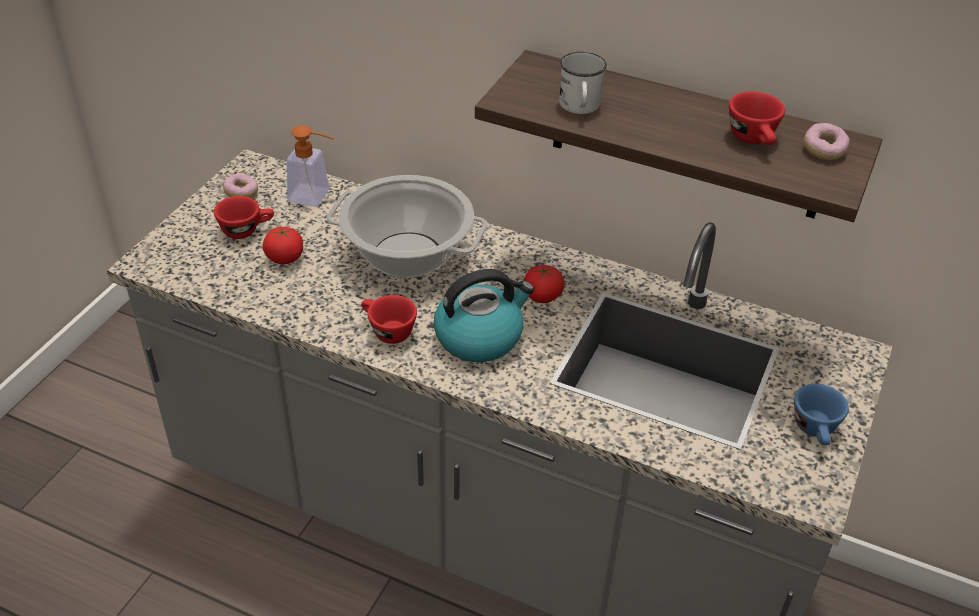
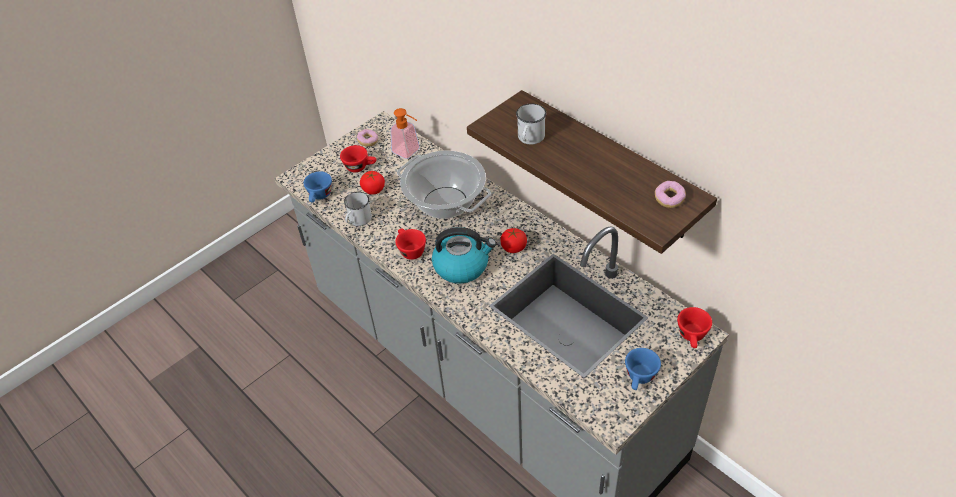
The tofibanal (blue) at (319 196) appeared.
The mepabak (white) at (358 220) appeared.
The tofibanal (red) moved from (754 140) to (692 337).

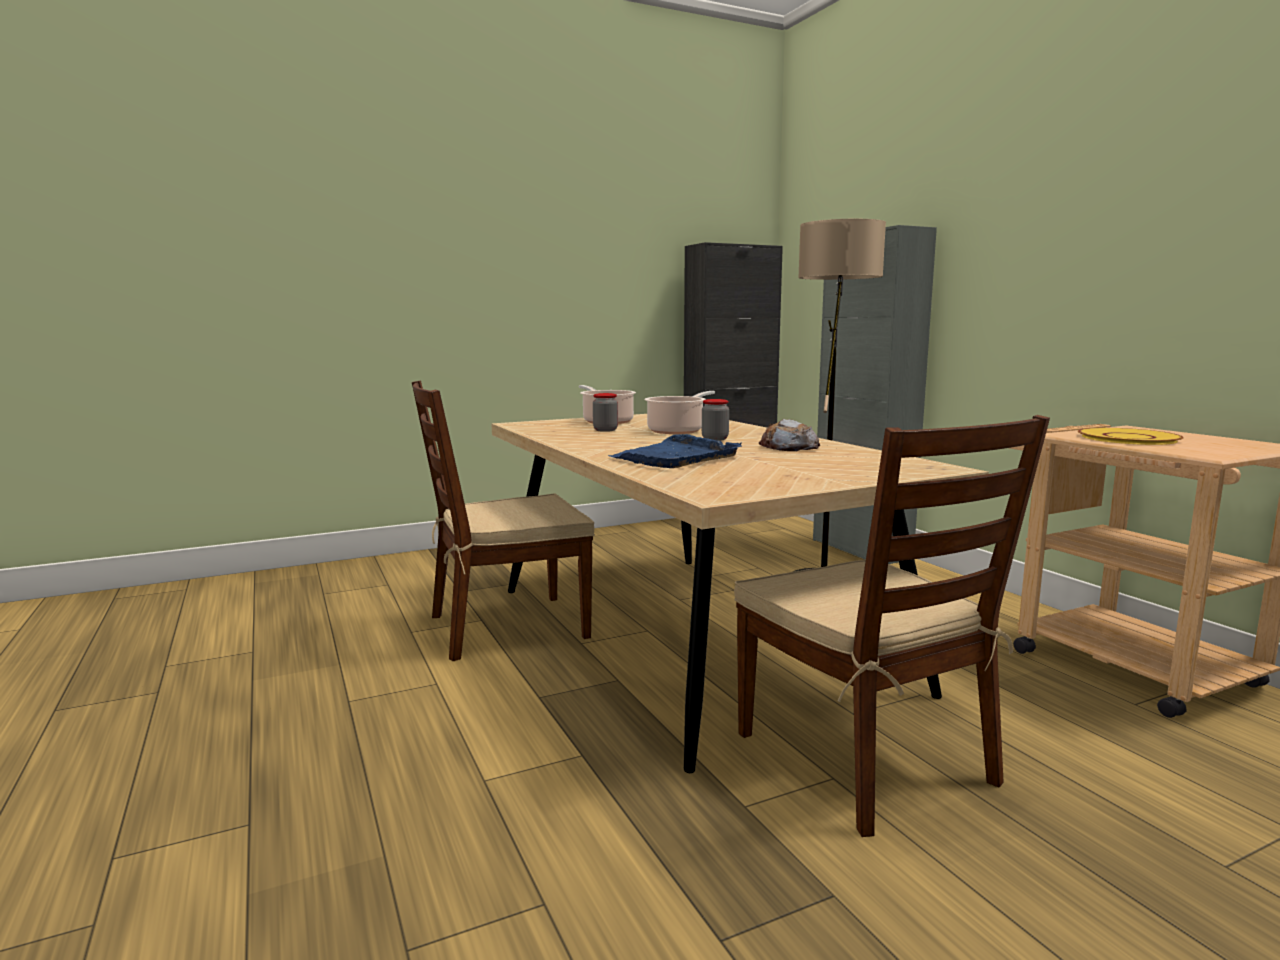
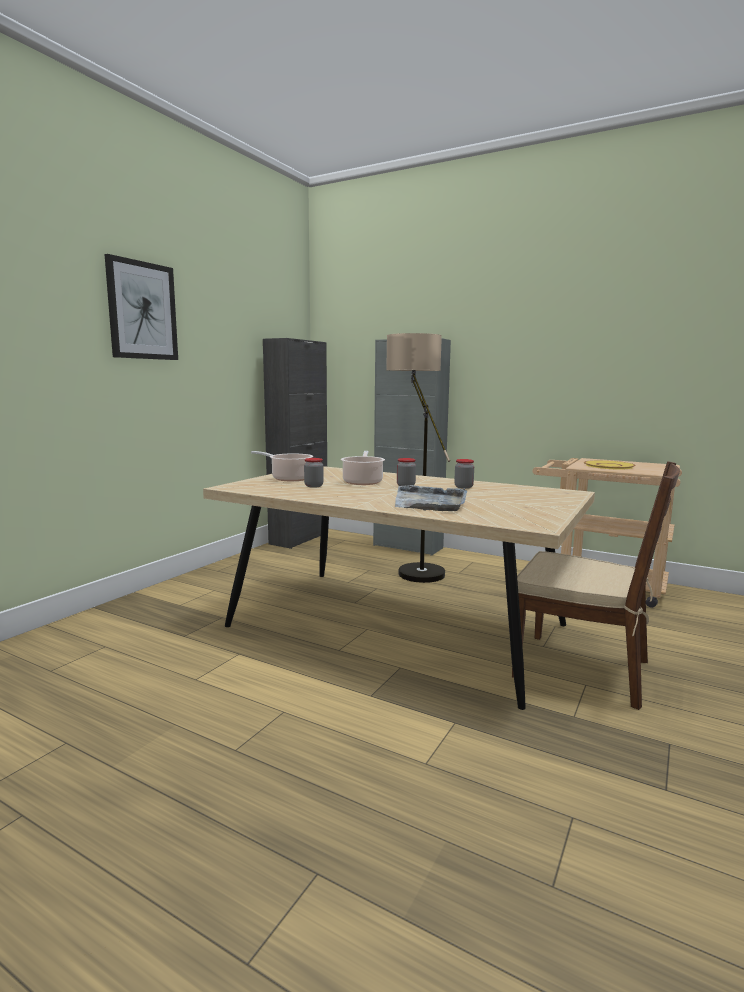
The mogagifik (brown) at (506 627) disappeared.
The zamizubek at (142 311) appeared.
The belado at (788 447) was replaced by the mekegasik at (463 487).
The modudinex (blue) at (675 457) became the modudinex (grey) at (430 502).

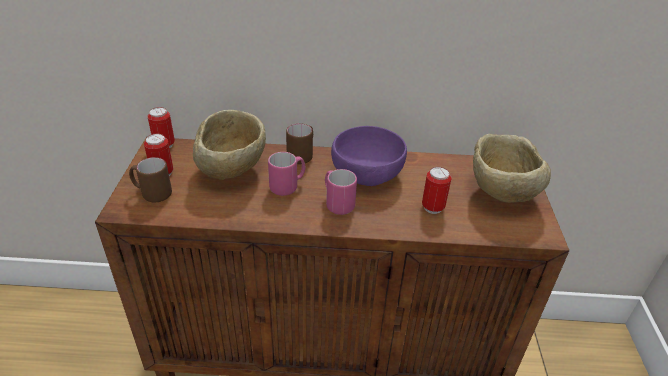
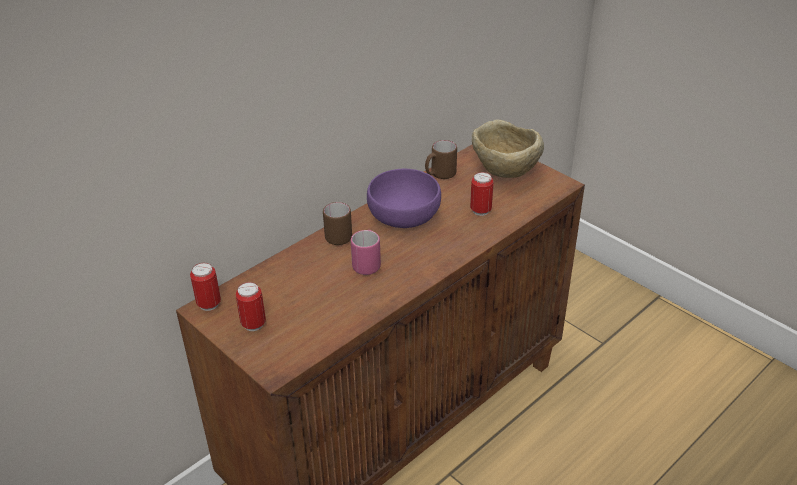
The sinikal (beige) at (232 171) disappeared.
The mepabak (pink) at (337 203) disappeared.
The mepabak (brown) moved from (152 194) to (439 175).

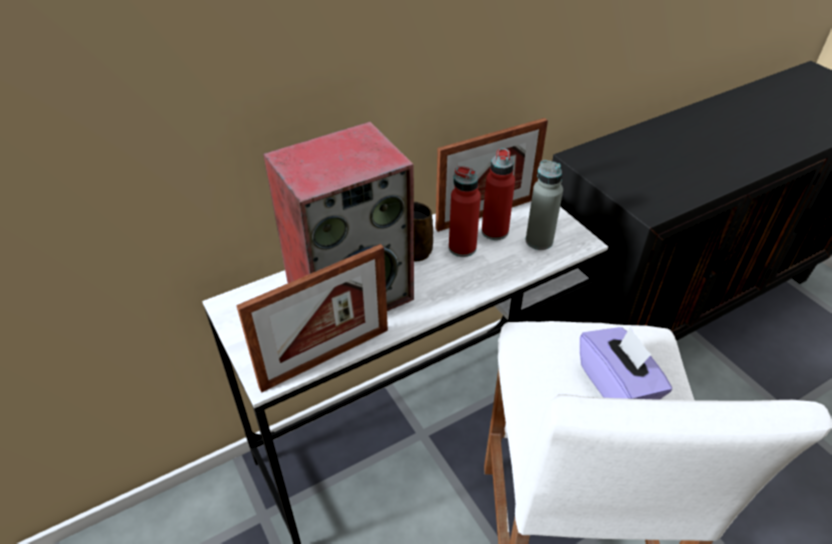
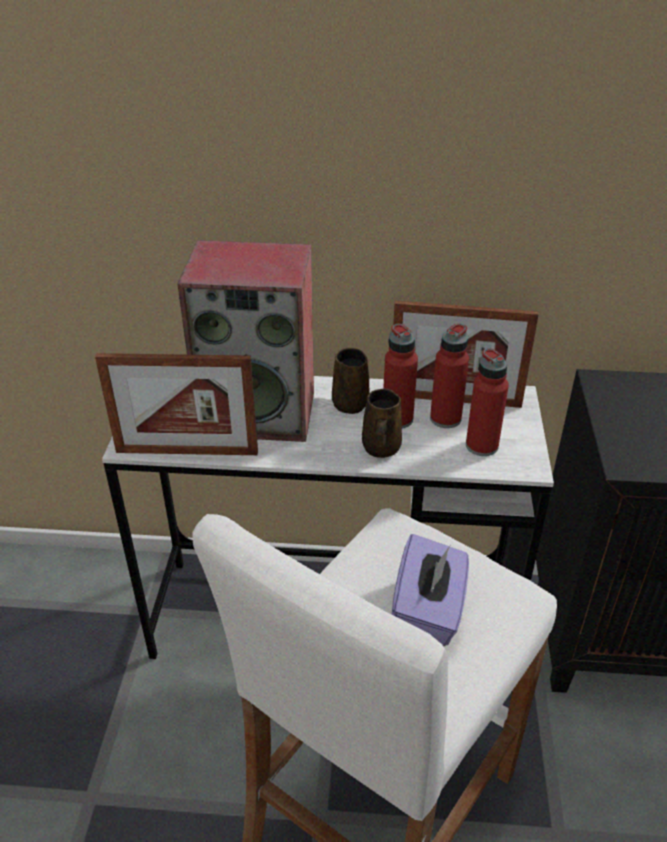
The mepabak (brown) at (380 449) appeared.
The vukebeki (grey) at (539 241) became the vukebeki (red) at (481 446).

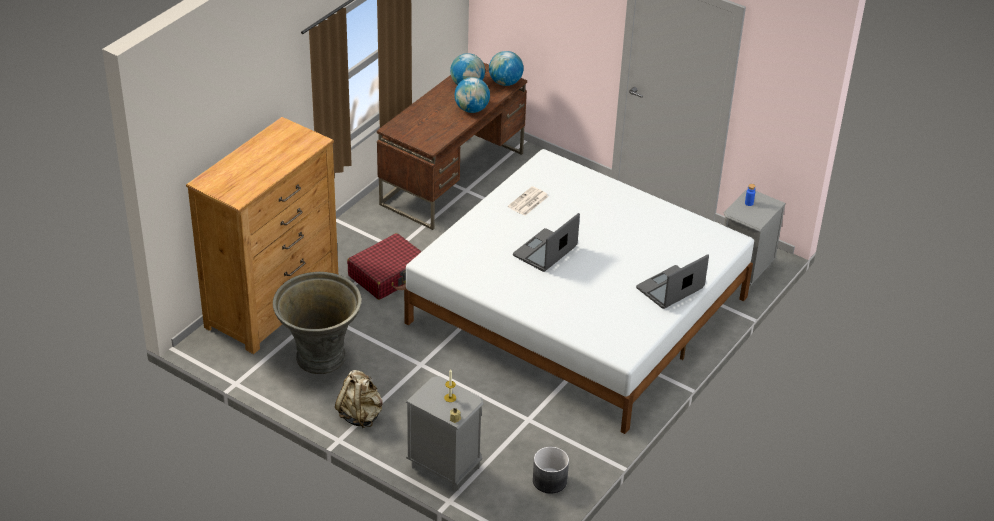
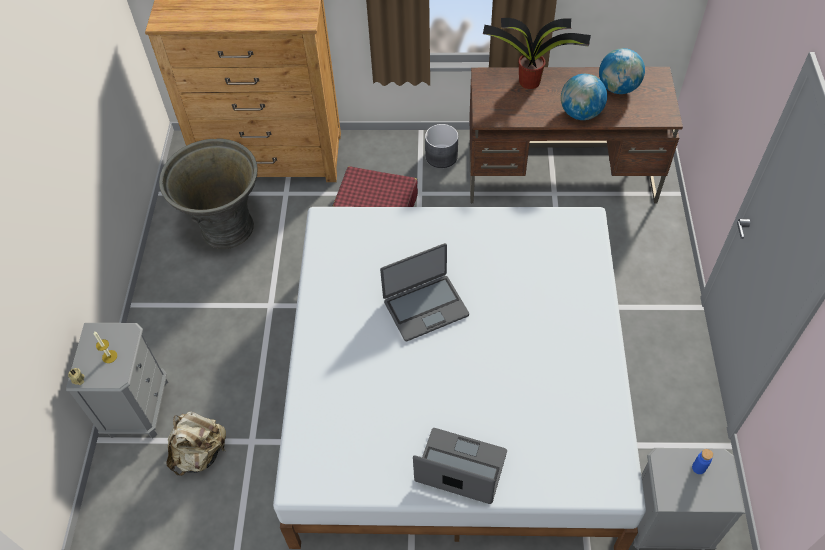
The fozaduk at (505 82) disappeared.
The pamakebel at (528 202) disappeared.
The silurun at (531 81) appeared.
The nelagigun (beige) moved from (360 415) to (200 453).
The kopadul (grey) moved from (550 480) to (442 156).
The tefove at (545 252) turned 150 degrees clockwise.

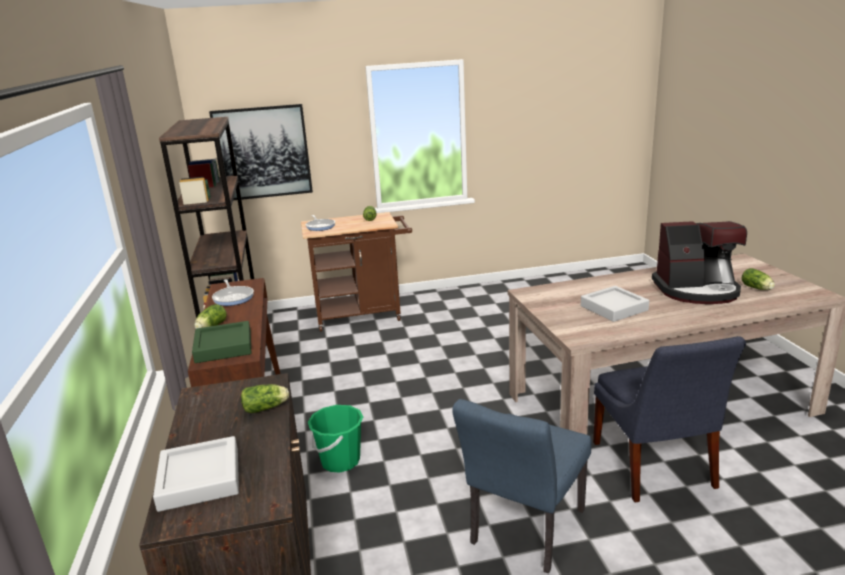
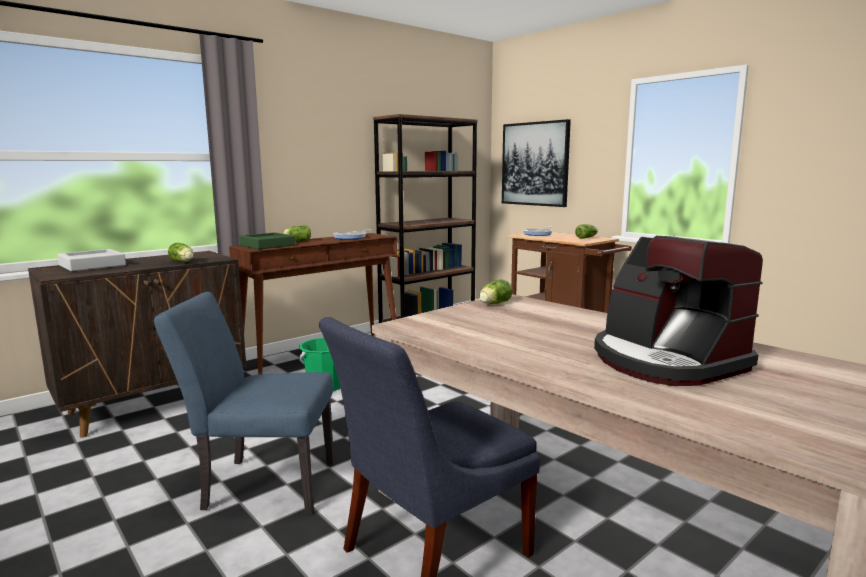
The modudinex (grey) at (614 308) disappeared.
The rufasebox moved from (757 288) to (493 304).

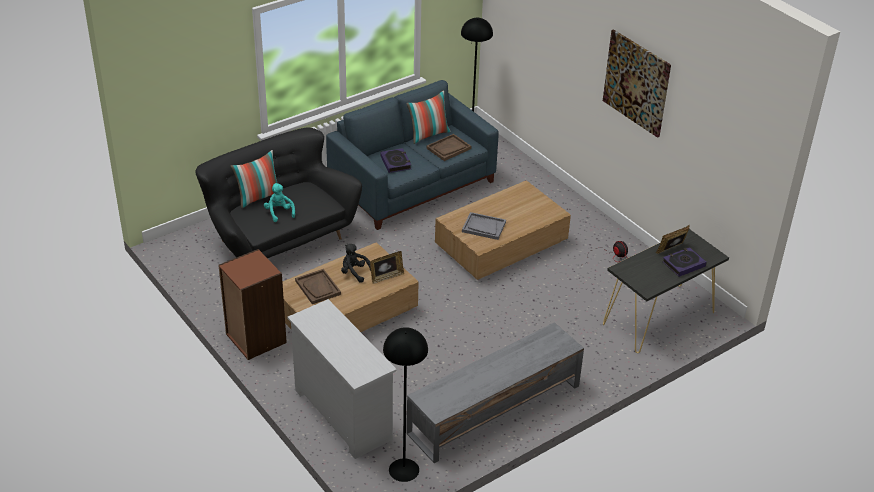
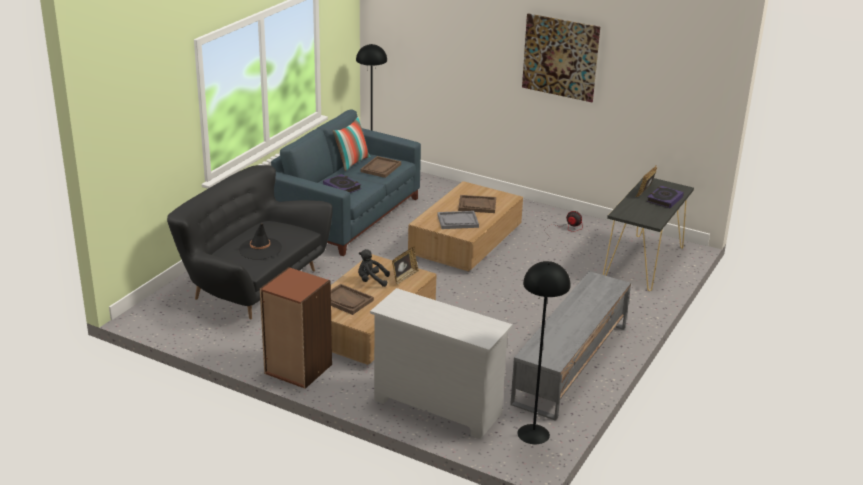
The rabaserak at (258 197) disappeared.
The modudinex (brown) at (477 205) appeared.
The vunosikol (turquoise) at (279 212) was replaced by the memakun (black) at (260 249).

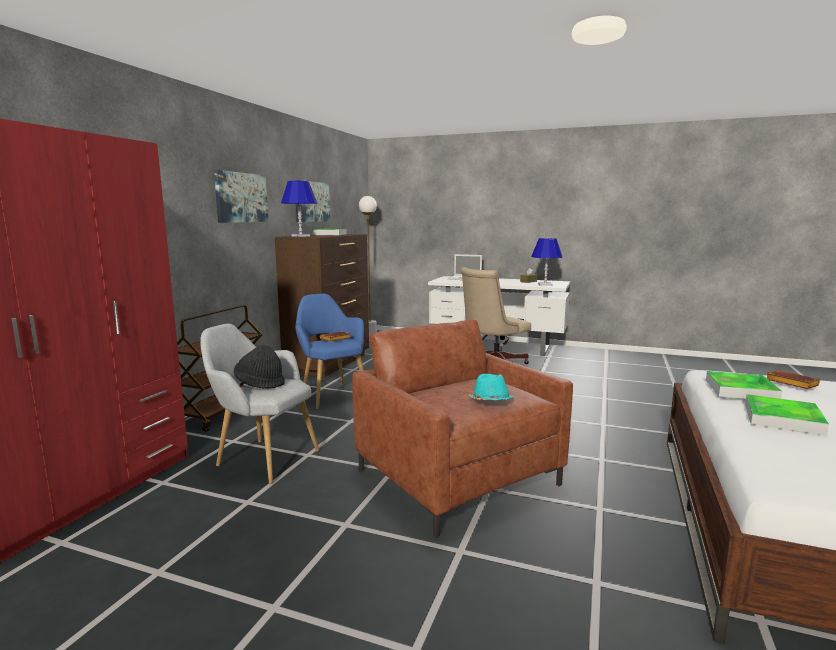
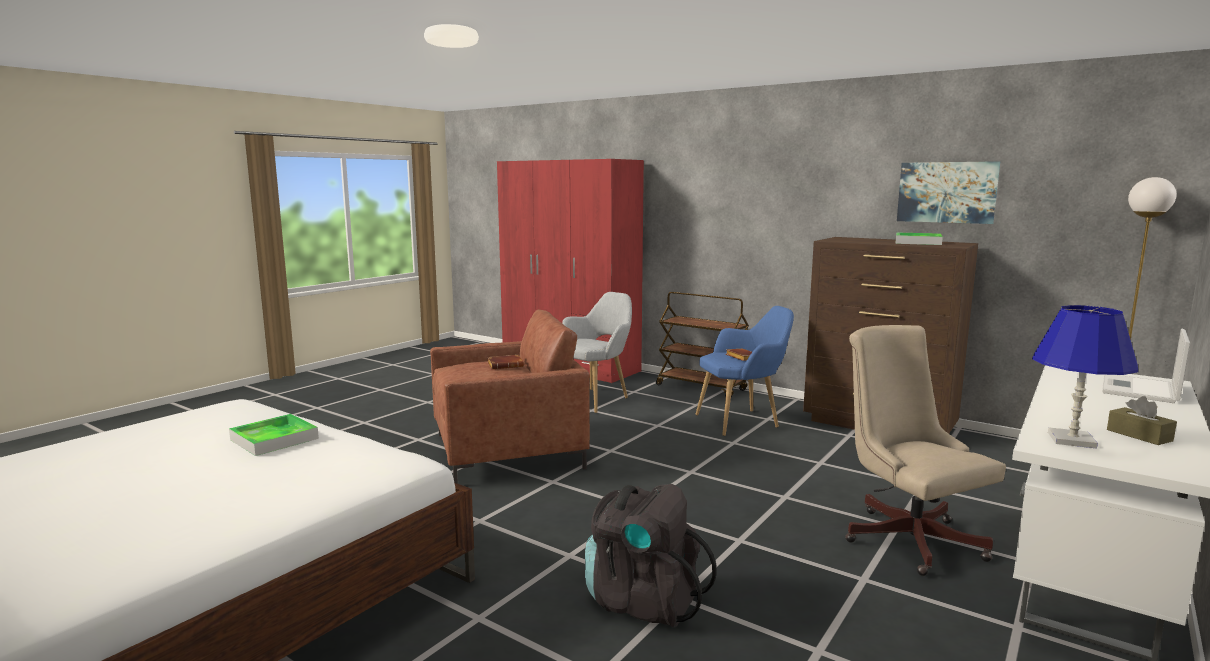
The zamizubek at (241 197) disappeared.
The memakun (black) at (260 384) disappeared.
The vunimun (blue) at (300 236) disappeared.
The memakun (turquoise) at (490 401) disappeared.
The modudinex at (740 390) disappeared.
The nelagigun (black) at (643 601) appeared.
The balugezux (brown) moved from (789 383) to (506 365).

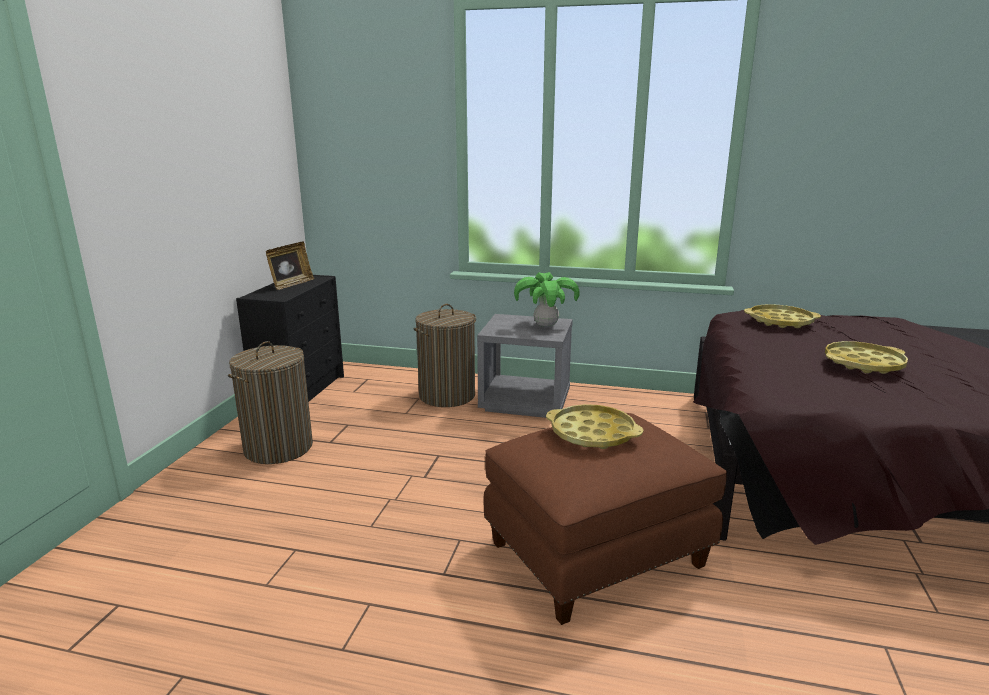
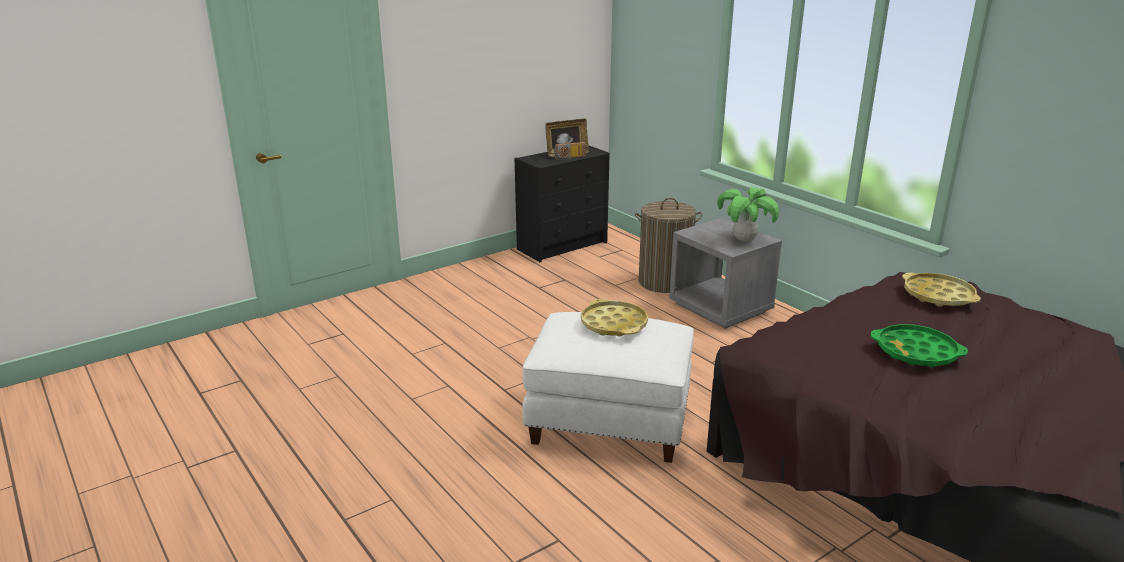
The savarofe at (278 448) disappeared.
The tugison at (570 158) appeared.
The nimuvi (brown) at (596 553) became the nimuvi (white) at (610 421).
The modudinex (yellow) at (863 363) became the modudinex (green) at (916 352).

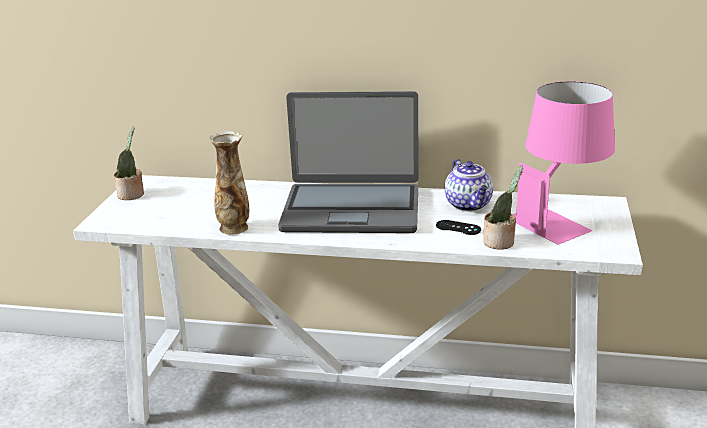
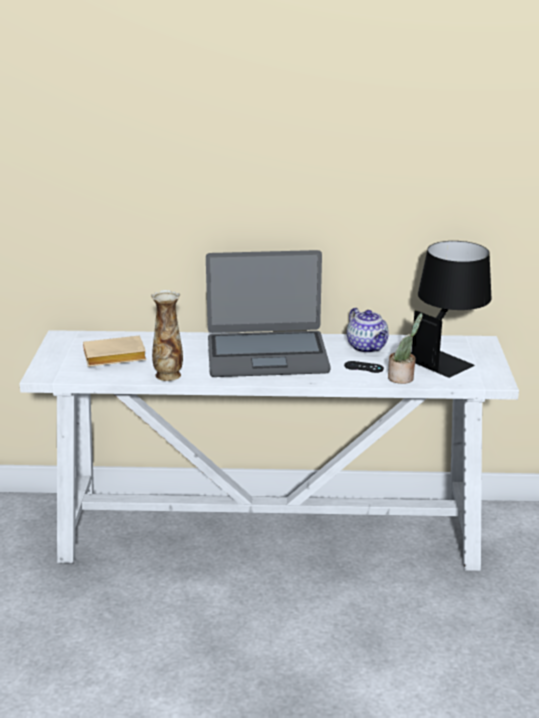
The silurun at (132 195) disappeared.
The balugezux (beige) at (113 358) appeared.
The vunimun (pink) at (559 219) became the vunimun (black) at (445 356).

